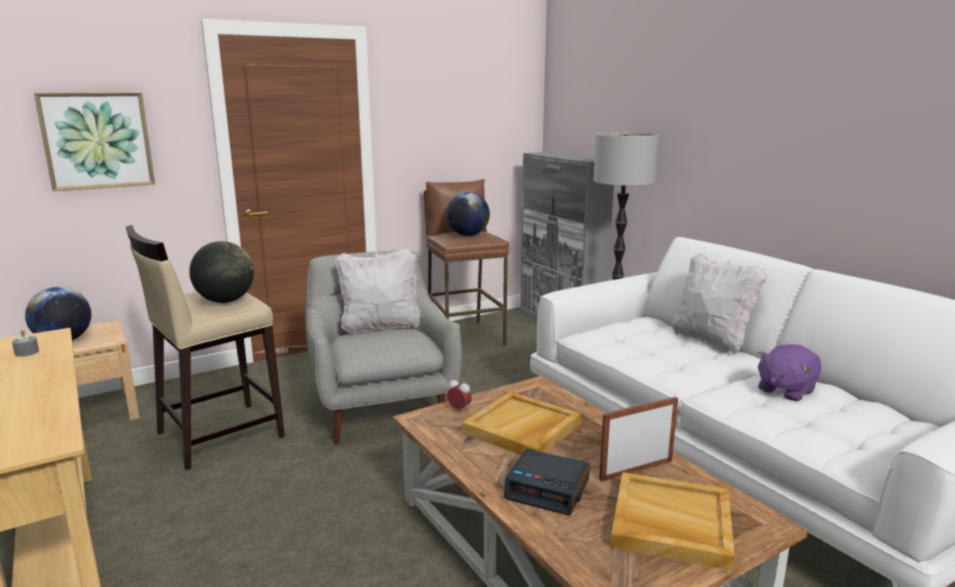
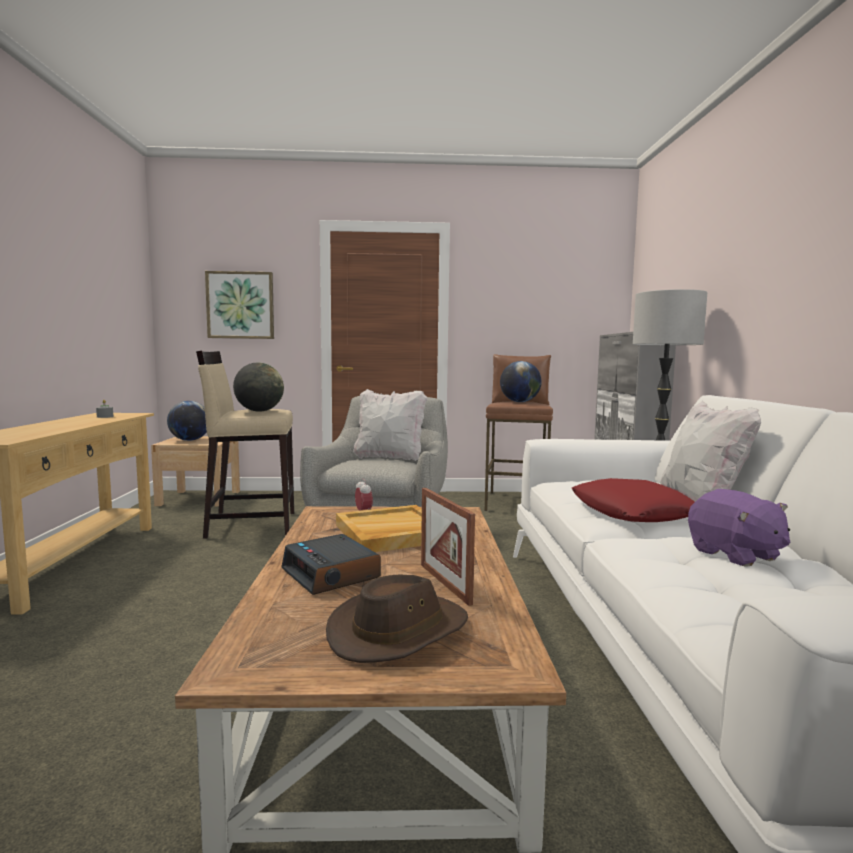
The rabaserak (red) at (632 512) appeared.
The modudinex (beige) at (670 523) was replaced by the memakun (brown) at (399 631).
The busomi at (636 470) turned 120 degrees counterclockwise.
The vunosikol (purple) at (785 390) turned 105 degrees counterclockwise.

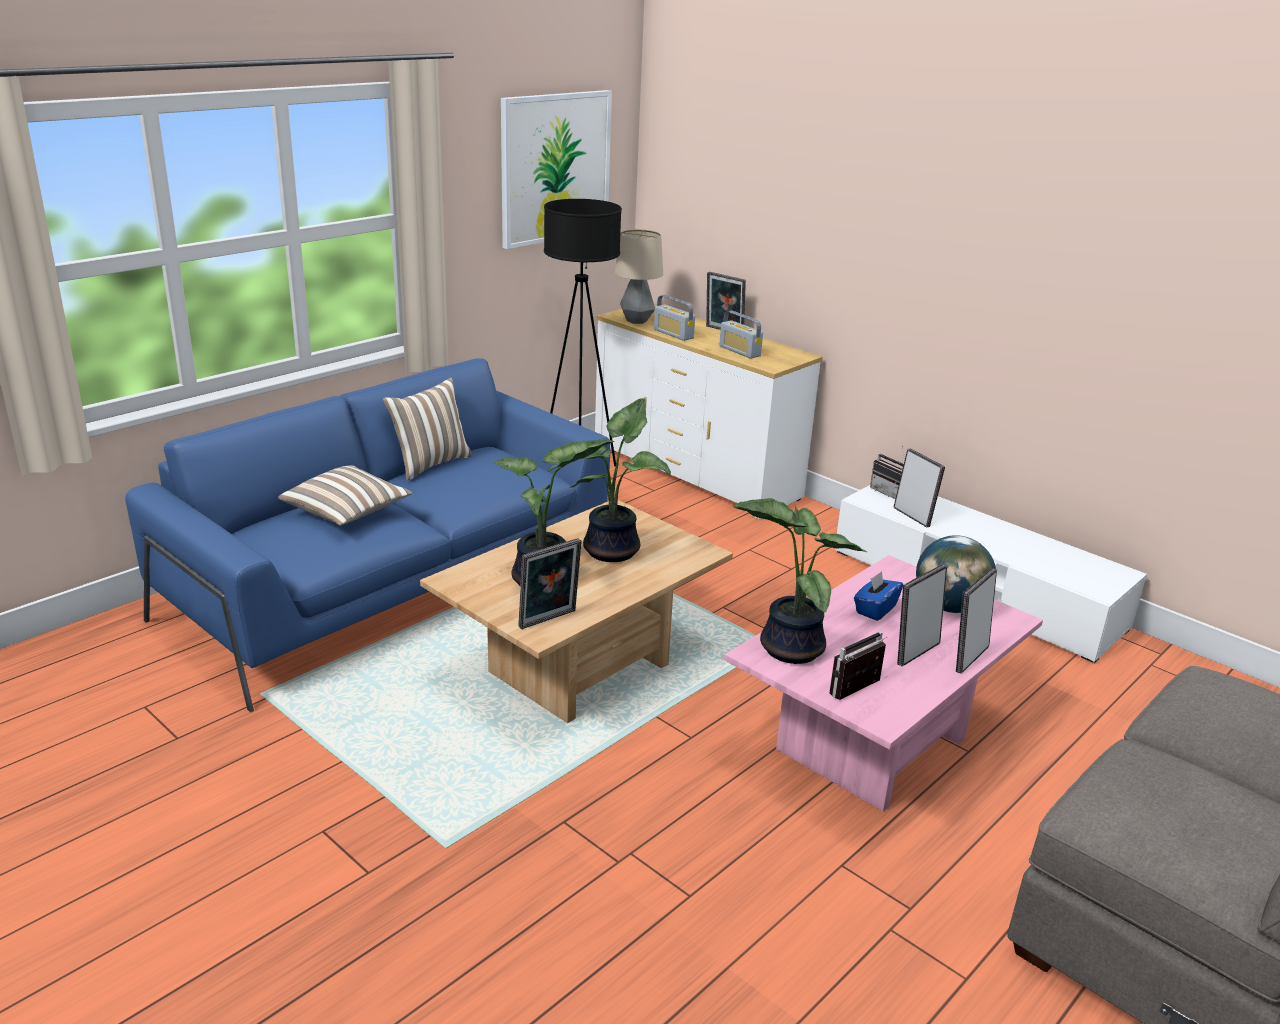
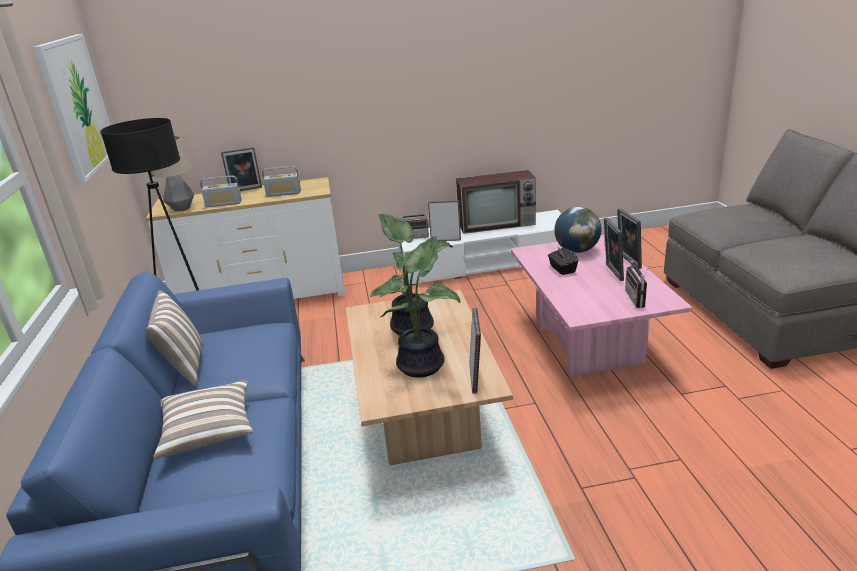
The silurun at (788 647) disappeared.
The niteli at (498 224) appeared.
The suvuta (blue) at (875 609) became the suvuta (black) at (562 269).

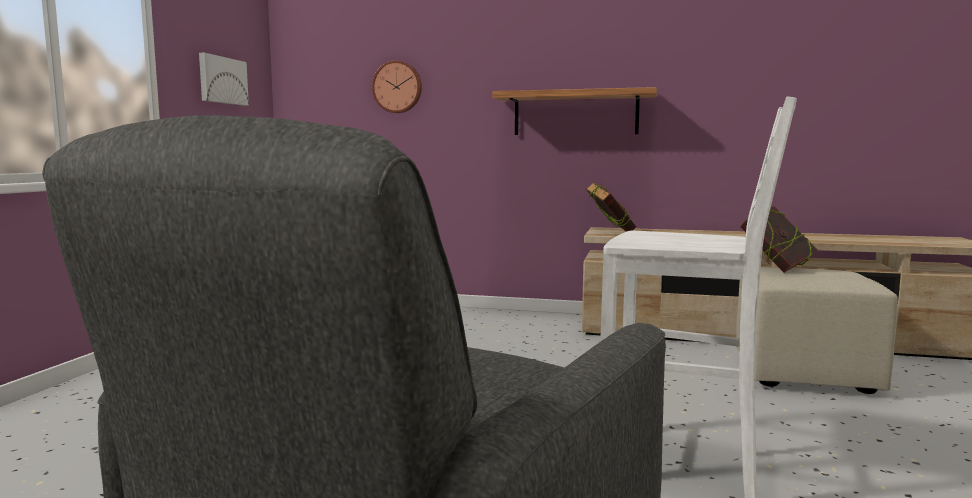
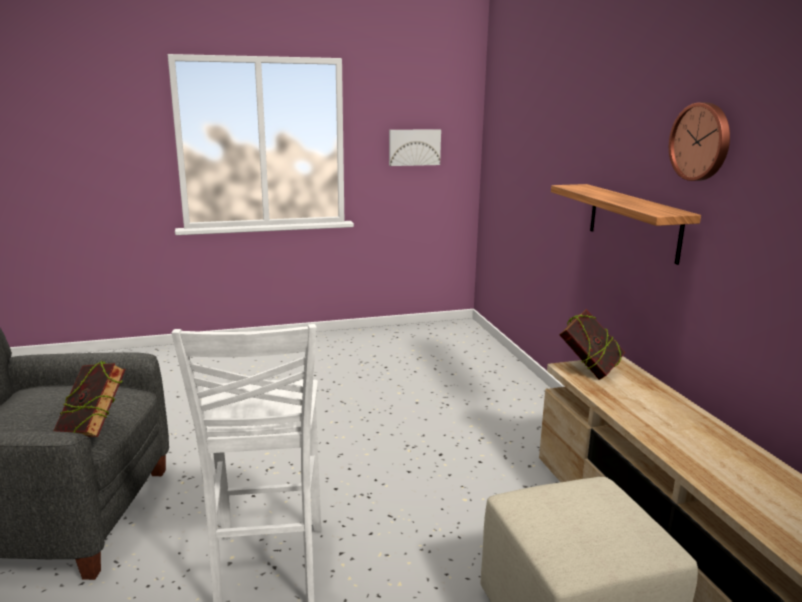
The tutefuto moved from (397 87) to (701 142).
The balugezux moved from (776 268) to (94 431).

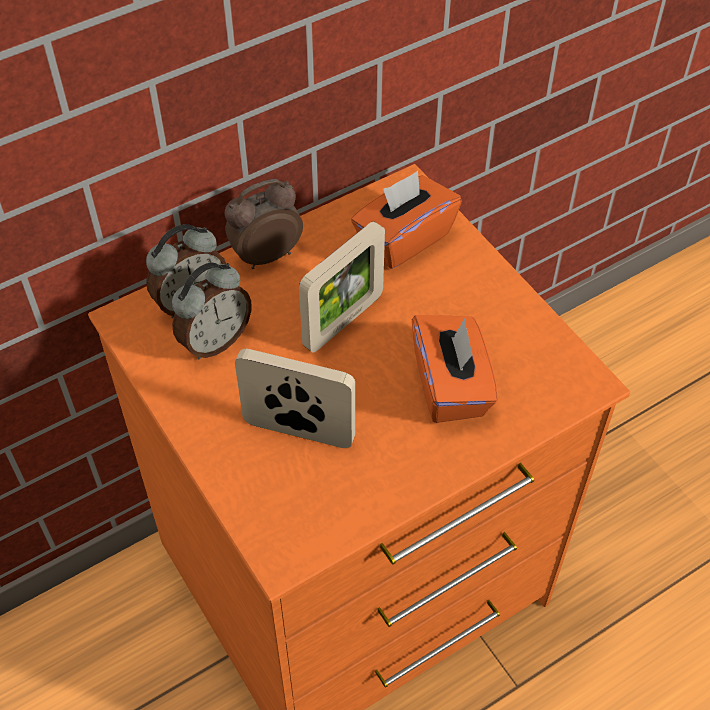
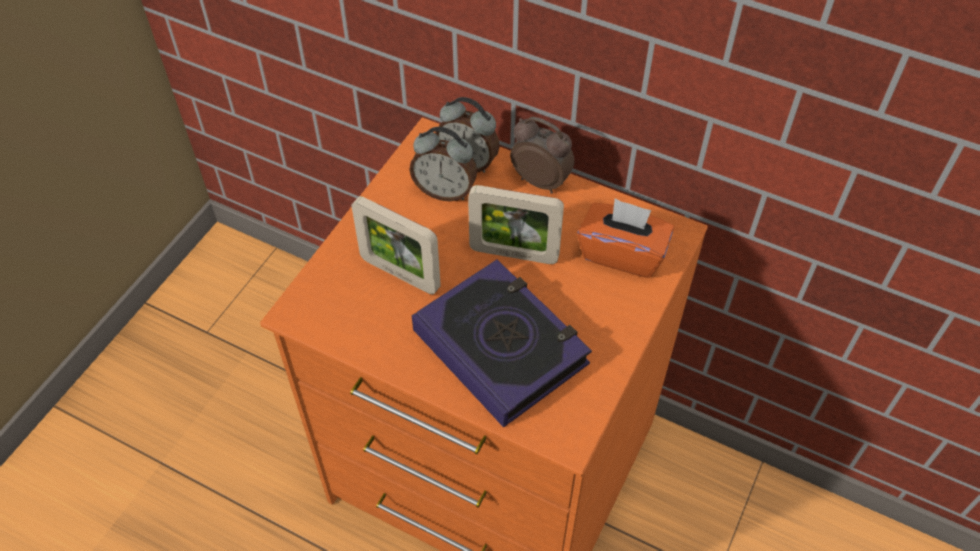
The suvuta (orange) at (451 386) was replaced by the balugezux at (501 347).
The busomi at (299 431) turned 135 degrees clockwise.

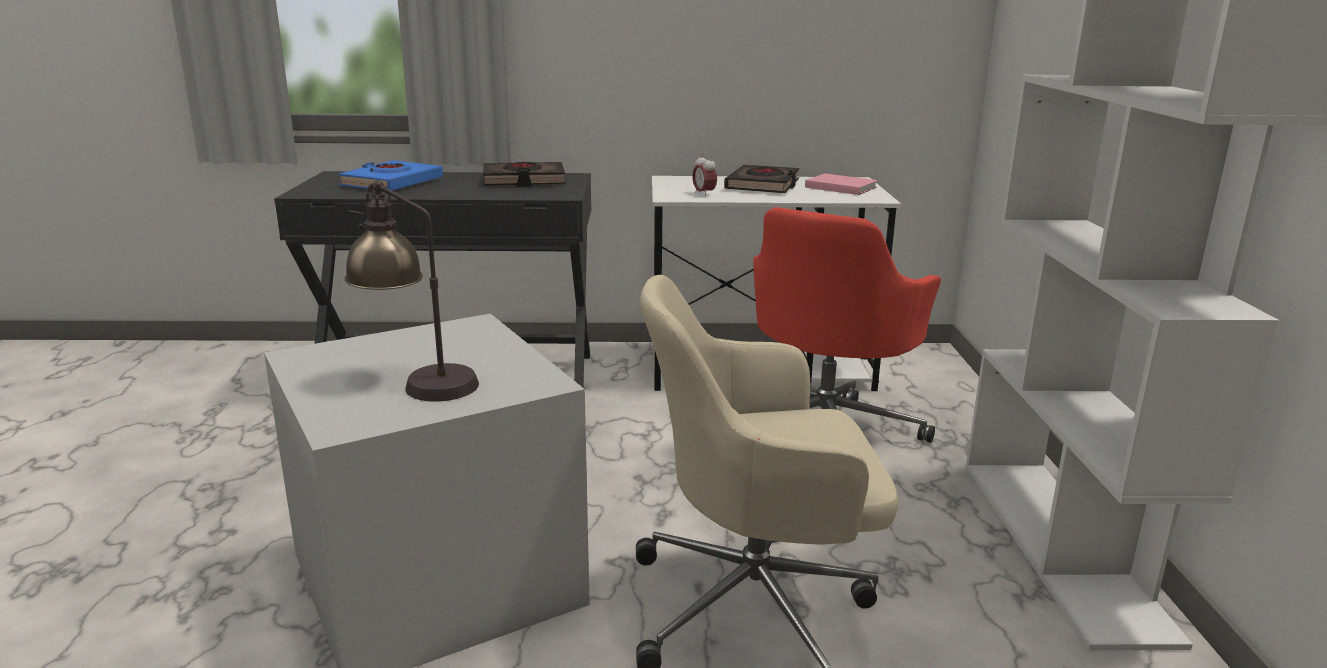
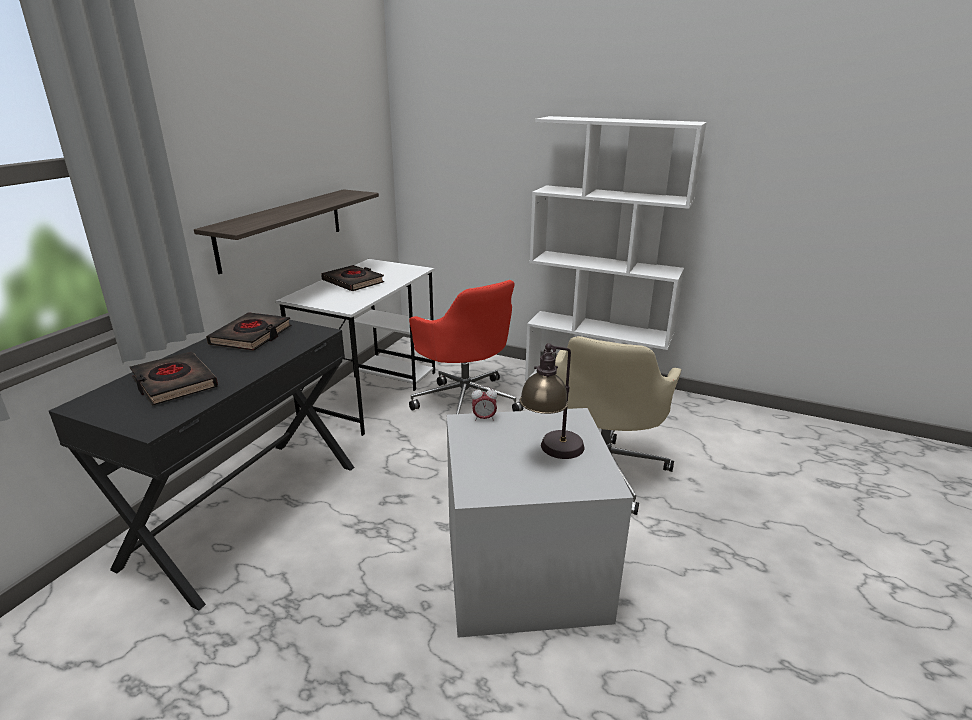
The balugezux (pink) at (839 187) disappeared.
The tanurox at (282 228) appeared.
The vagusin moved from (704 194) to (484 418).
The balugezux (blue) at (392 183) became the balugezux (black) at (174 383).

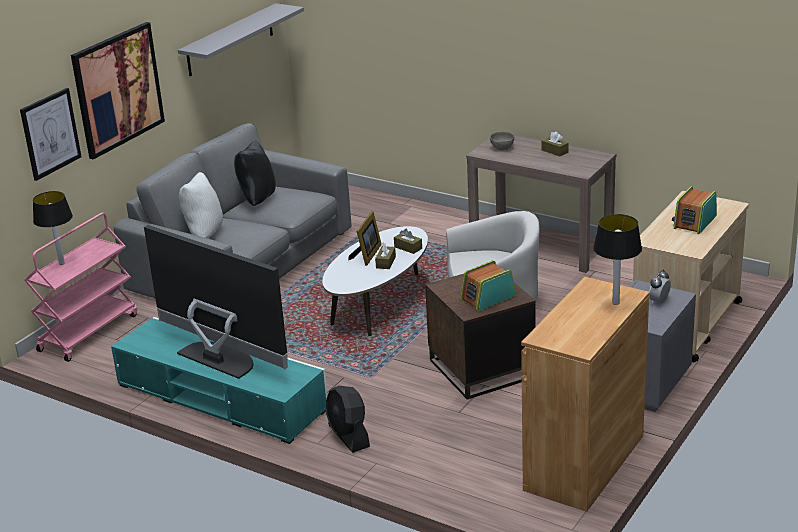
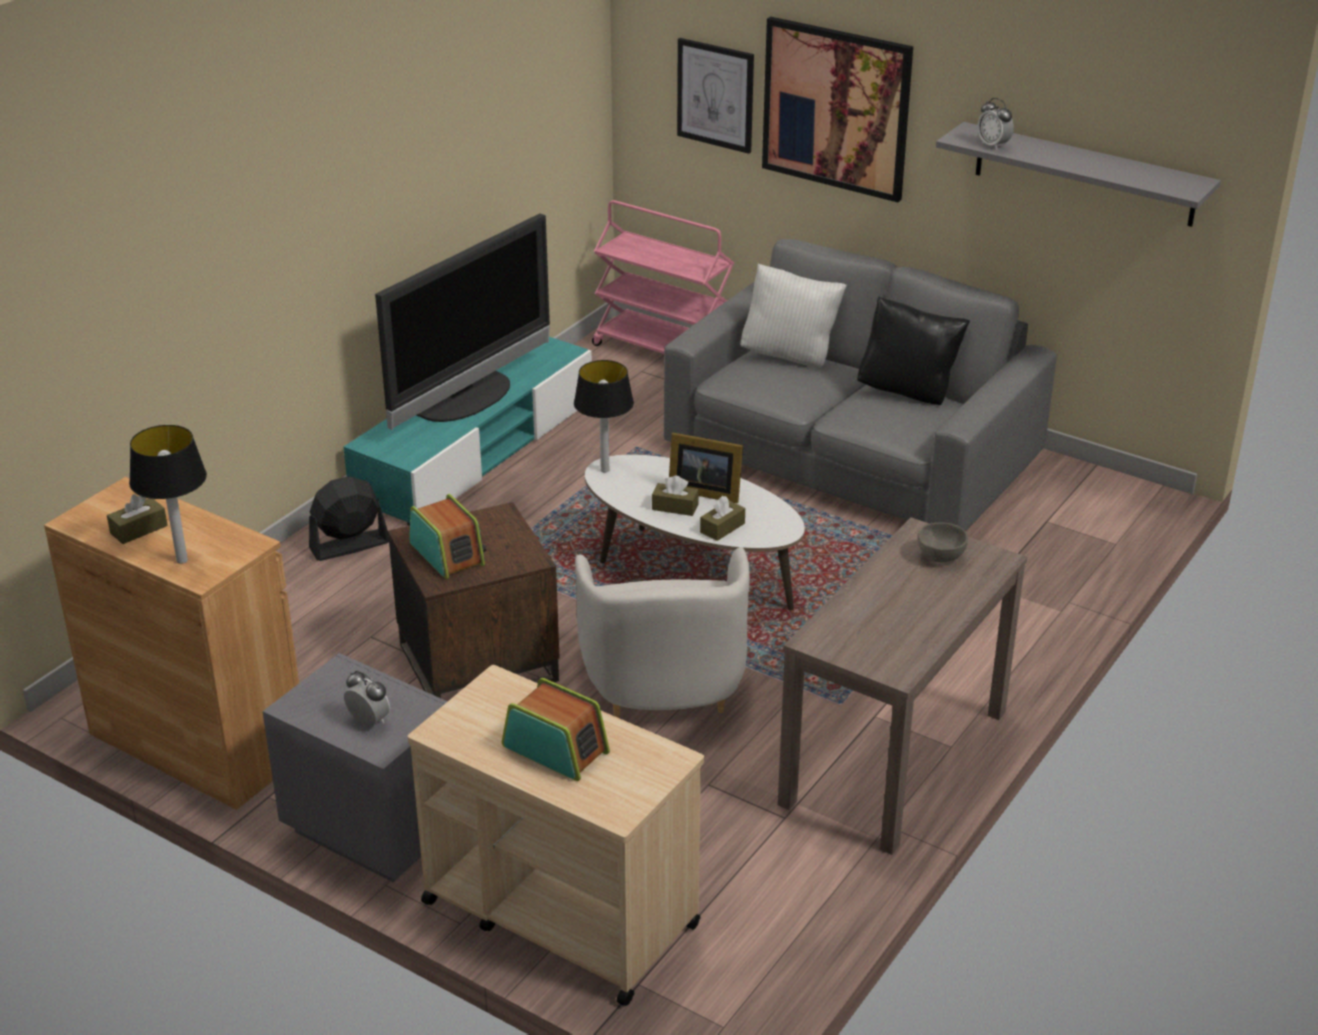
The vagusin at (993 145) appeared.
The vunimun moved from (61 263) to (605 469).
The suvuta (brown) moved from (554 151) to (139 529).

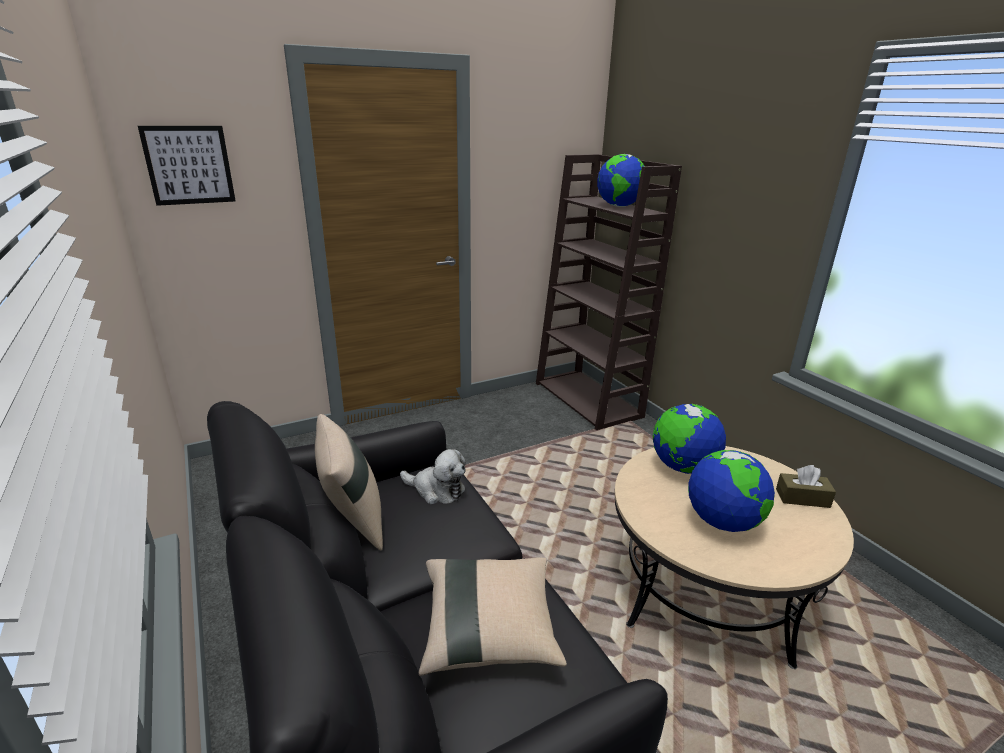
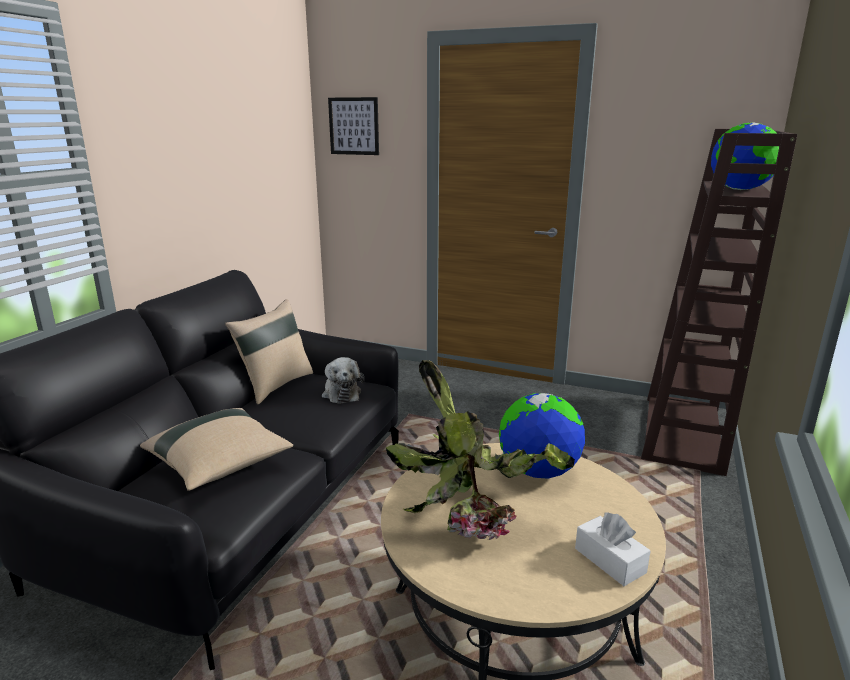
The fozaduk at (722 522) was replaced by the silurun at (478 519).
The suvuta (brown) at (802 498) became the suvuta (white) at (609 560).

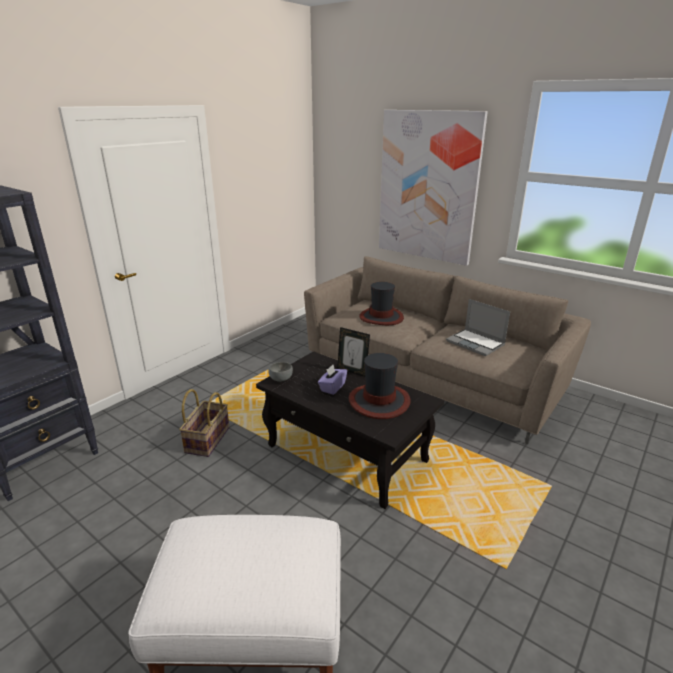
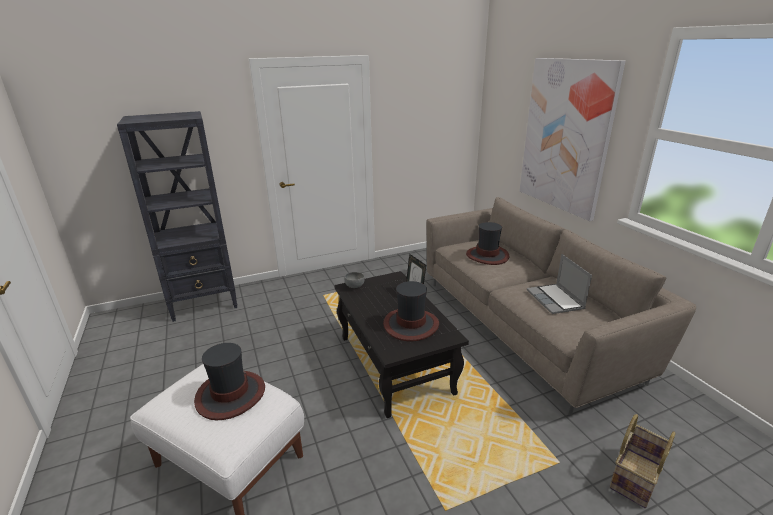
The suvuta (purple) at (332 387) disappeared.
The memakun at (230 395) appeared.
The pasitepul moved from (207 439) to (635 476).

